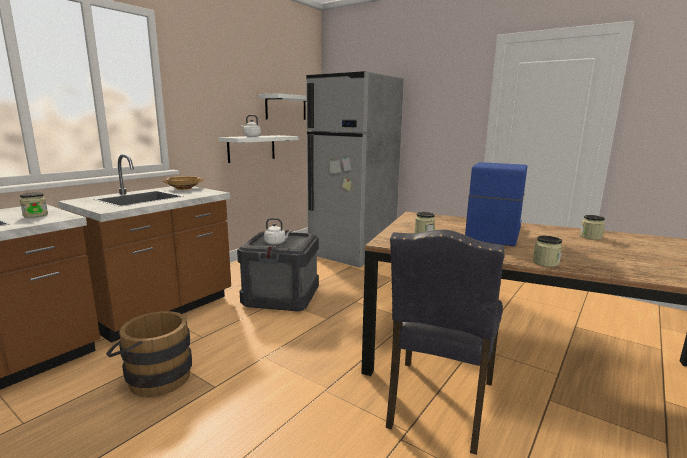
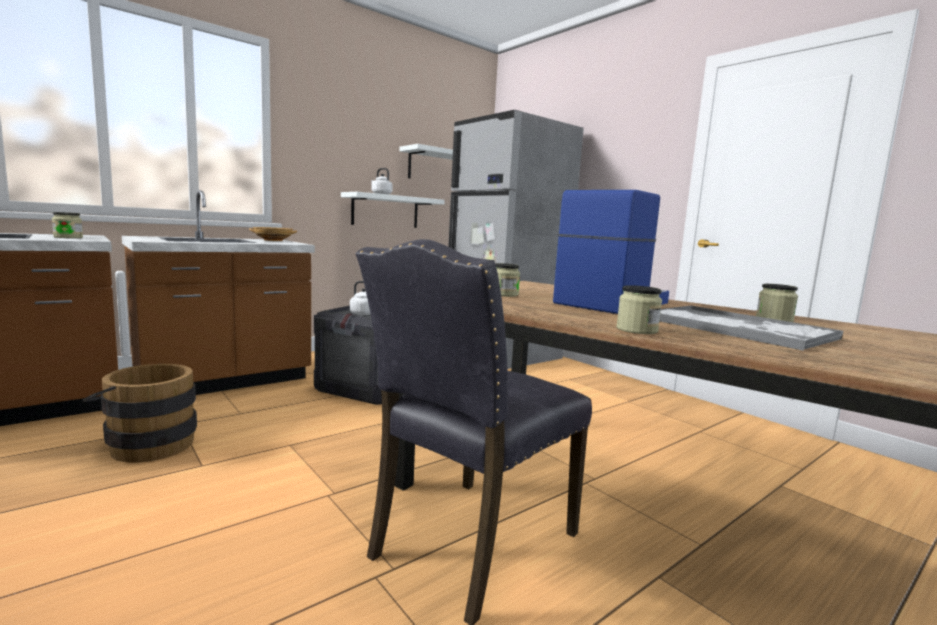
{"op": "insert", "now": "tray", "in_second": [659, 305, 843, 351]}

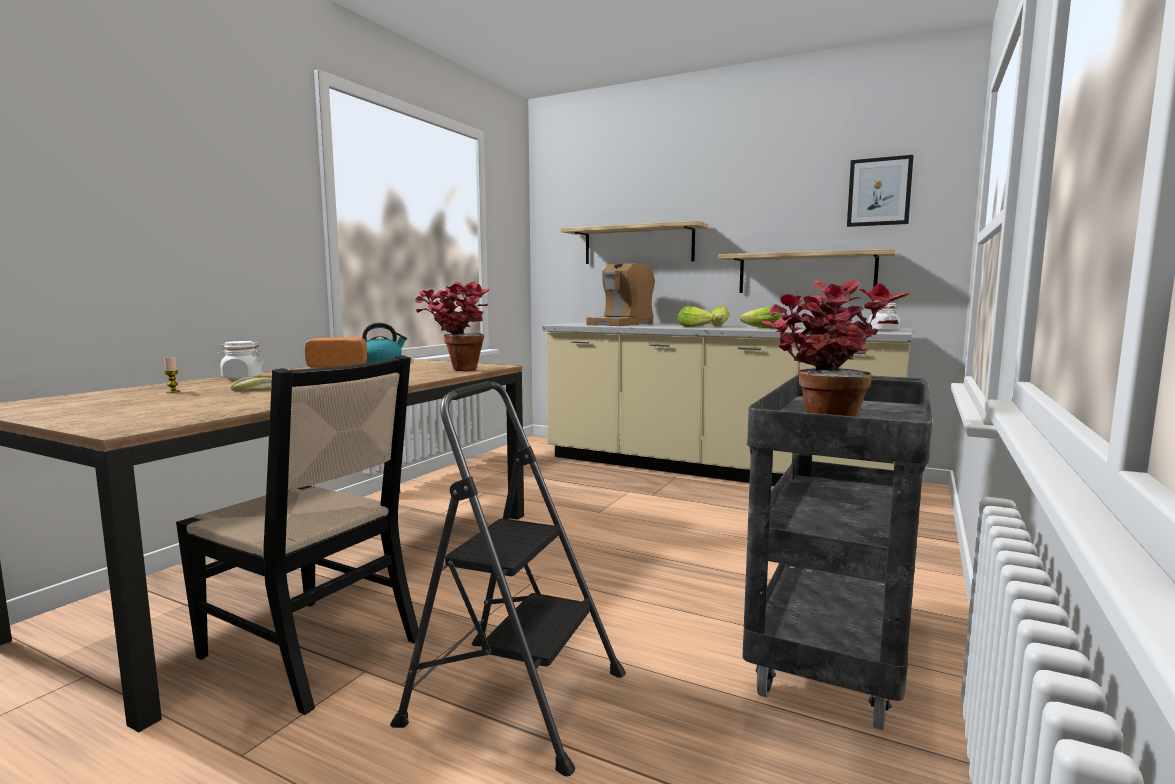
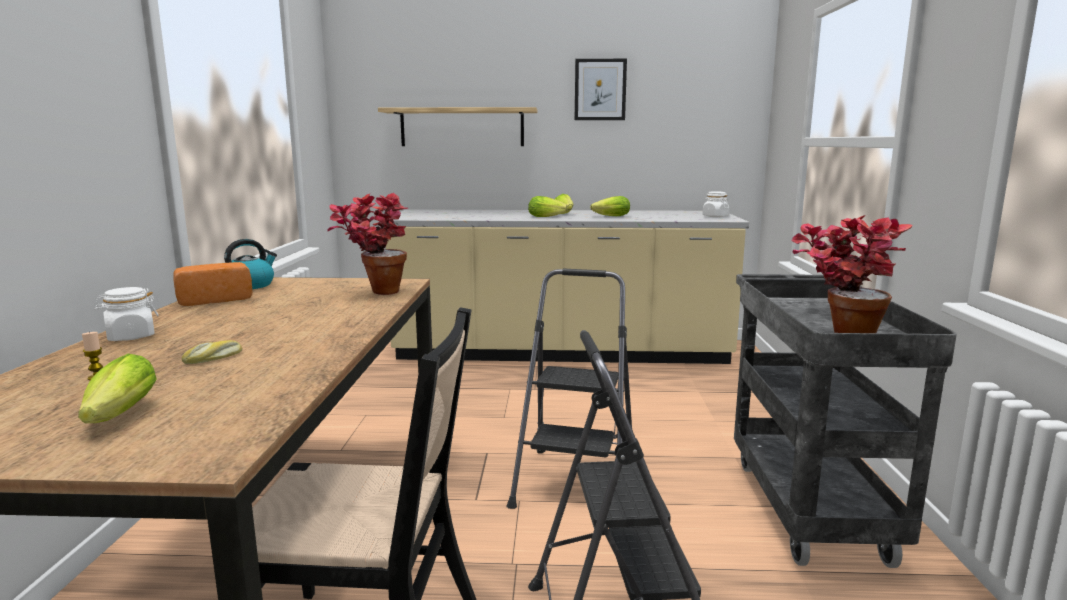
{"op": "move", "was": "picture", "in_first": [847, 155, 914, 227], "in_second": [575, 59, 627, 120]}
{"op": "delete", "was": "shelf", "in_first": [718, 249, 896, 293]}
{"op": "delete", "was": "coffee machine", "in_first": [586, 263, 655, 326]}
{"op": "insert", "now": "step ladder (black)", "in_second": [506, 268, 632, 509]}
{"op": "insert", "now": "lettuce", "in_second": [78, 354, 157, 423]}

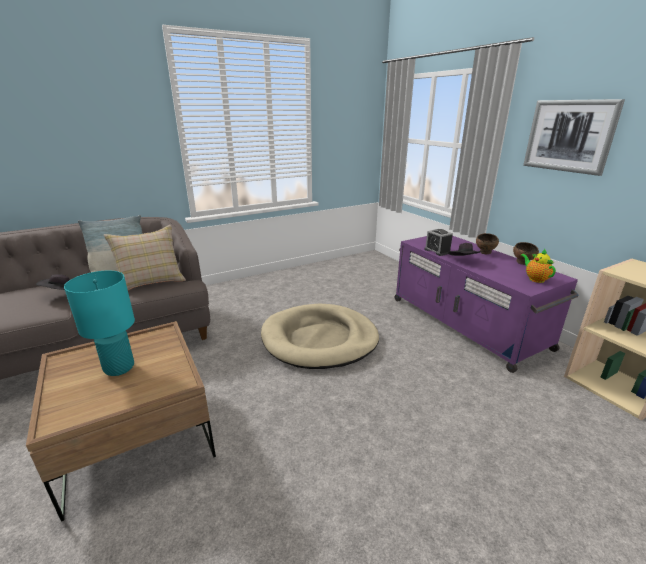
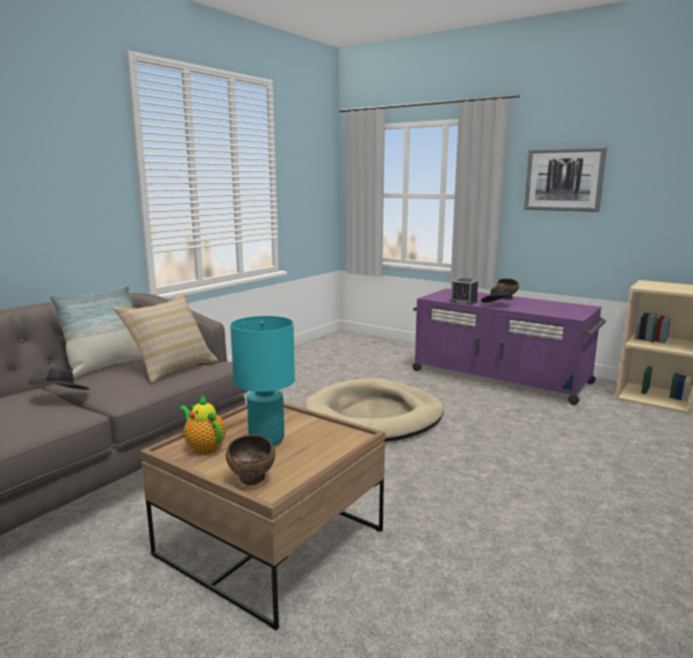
{"op": "move", "was": "bowl (brown)", "in_first": [513, 242, 539, 265], "in_second": [226, 435, 276, 485]}
{"op": "move", "was": "teapot", "in_first": [520, 248, 556, 283], "in_second": [179, 395, 226, 454]}

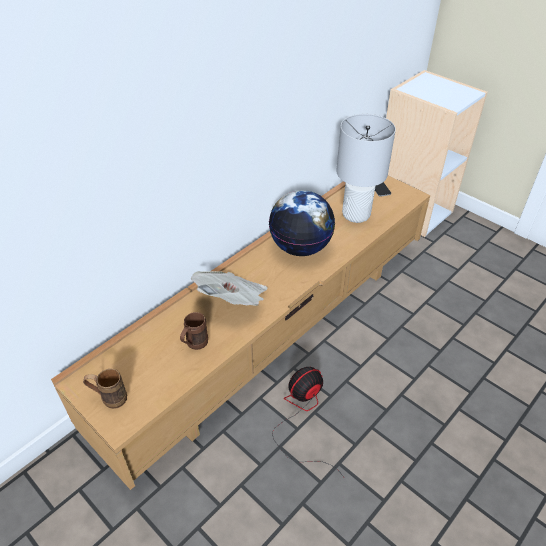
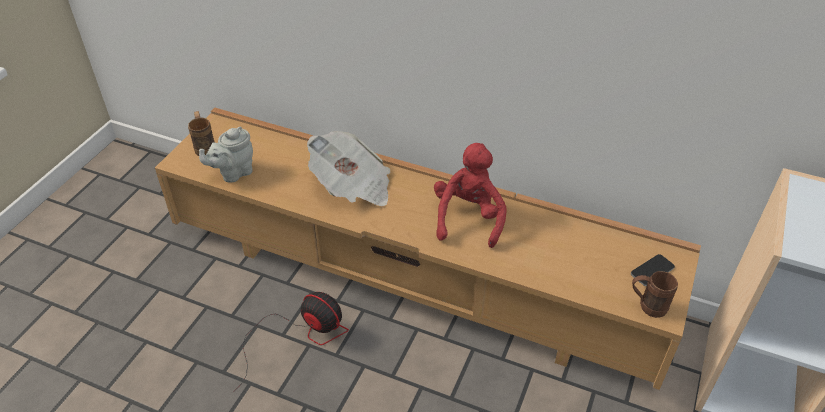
{"op": "delete", "was": "table lamp (grey)", "in_first": [336, 114, 396, 223]}
{"op": "replace", "was": "globe", "now": "plush toy (red)", "in_first": [269, 190, 335, 256], "in_second": [434, 143, 507, 248]}
{"op": "move", "was": "mug (brown)", "in_first": [180, 312, 208, 350], "in_second": [632, 271, 678, 318]}
{"op": "insert", "now": "teapot (grey)", "in_second": [199, 127, 253, 183]}

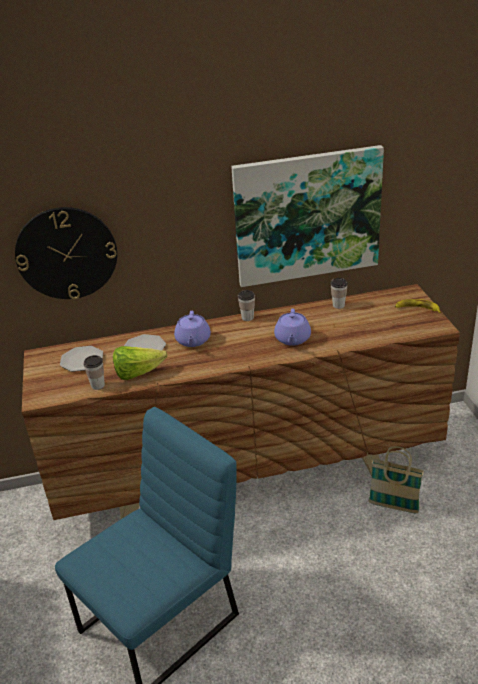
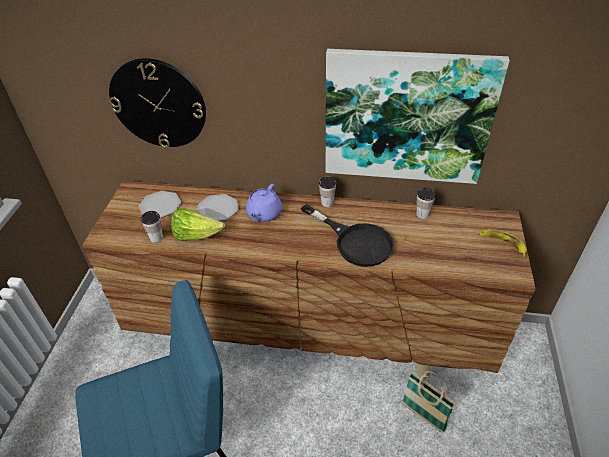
{"op": "replace", "was": "teapot (purple)", "now": "frying pan (black)", "in_first": [274, 309, 311, 346], "in_second": [301, 204, 394, 267]}

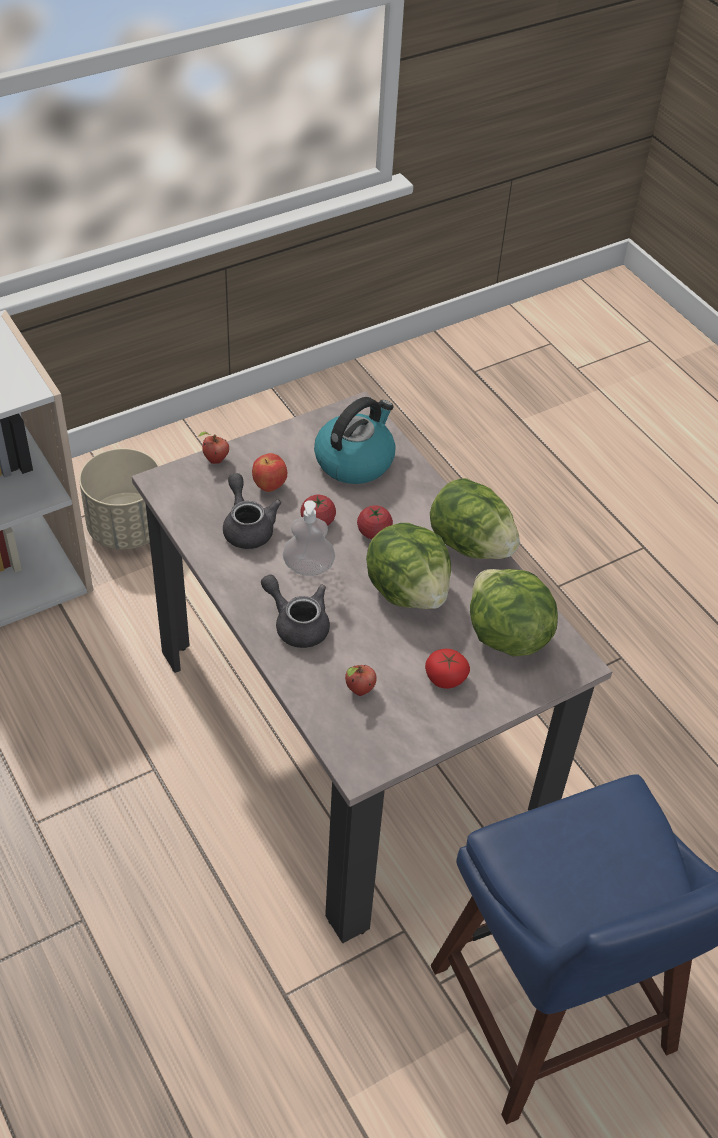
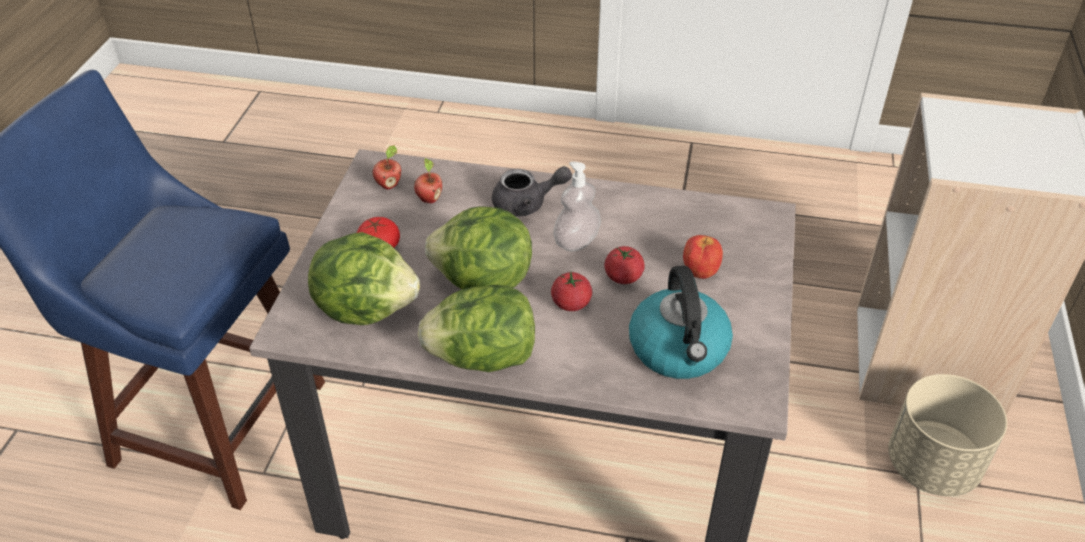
{"op": "move", "was": "apple", "in_first": [198, 432, 229, 464], "in_second": [373, 145, 401, 189]}
{"op": "delete", "was": "teapot (grey)", "in_first": [223, 473, 281, 549]}

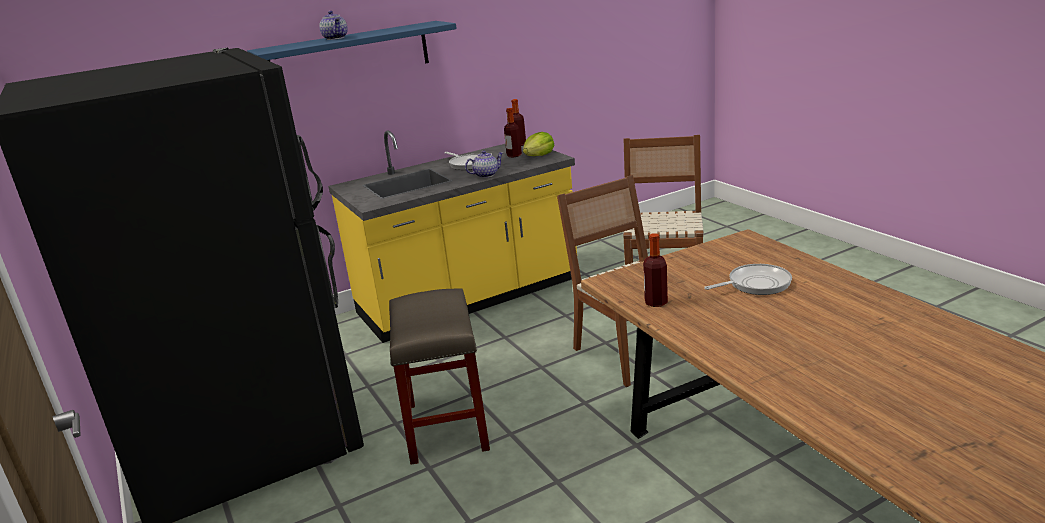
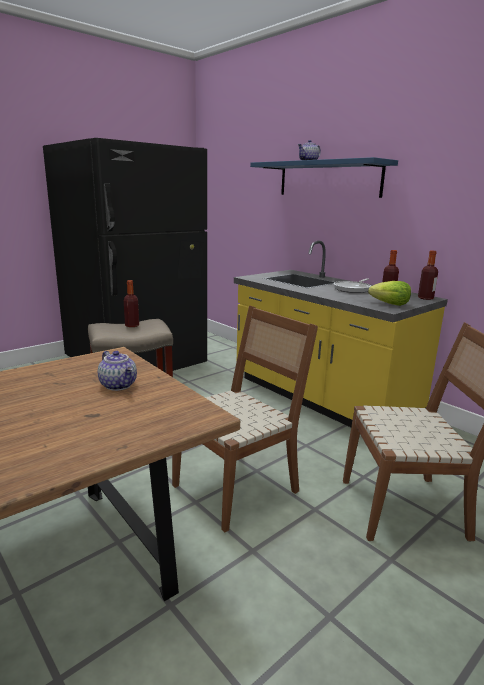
{"op": "move", "was": "teapot", "in_first": [465, 150, 503, 178], "in_second": [98, 351, 137, 391]}
{"op": "move", "was": "bottle", "in_first": [643, 233, 668, 307], "in_second": [124, 280, 139, 327]}
{"op": "delete", "was": "frying pan", "in_first": [704, 264, 792, 295]}

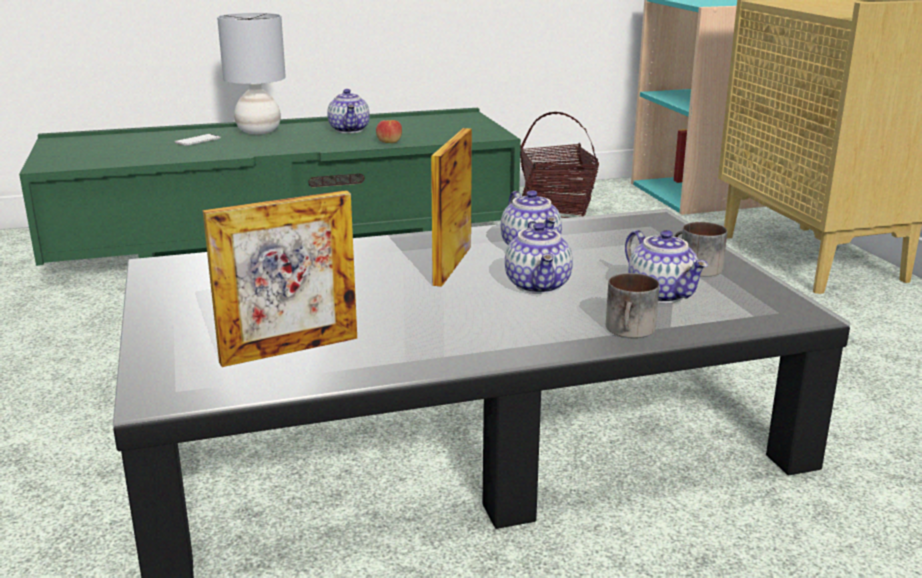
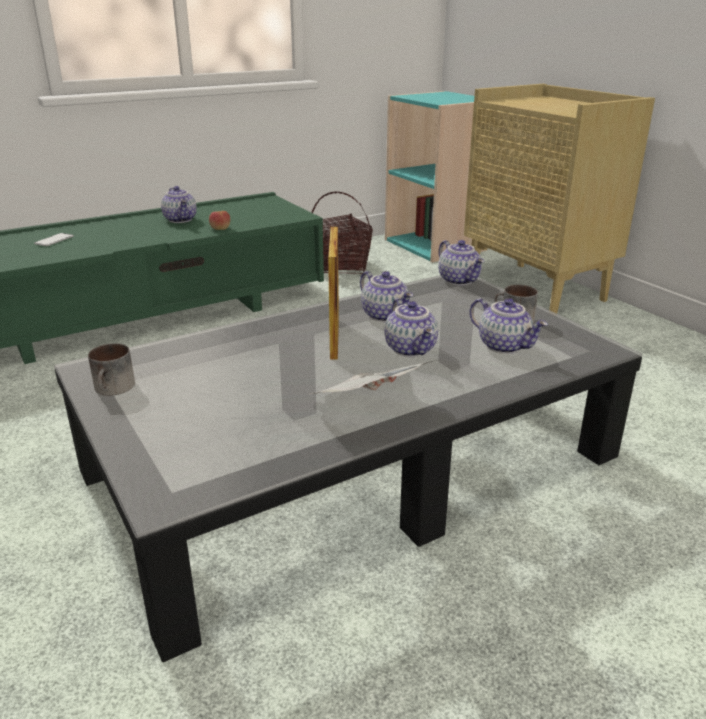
{"op": "delete", "was": "table lamp (grey)", "in_first": [217, 13, 286, 134]}
{"op": "delete", "was": "picture frame", "in_first": [203, 190, 357, 367]}
{"op": "move", "was": "mug", "in_first": [606, 273, 659, 338], "in_second": [88, 343, 135, 396]}
{"op": "insert", "now": "teapot", "in_second": [439, 240, 484, 286]}
{"op": "insert", "now": "newspaper", "in_second": [310, 360, 437, 395]}

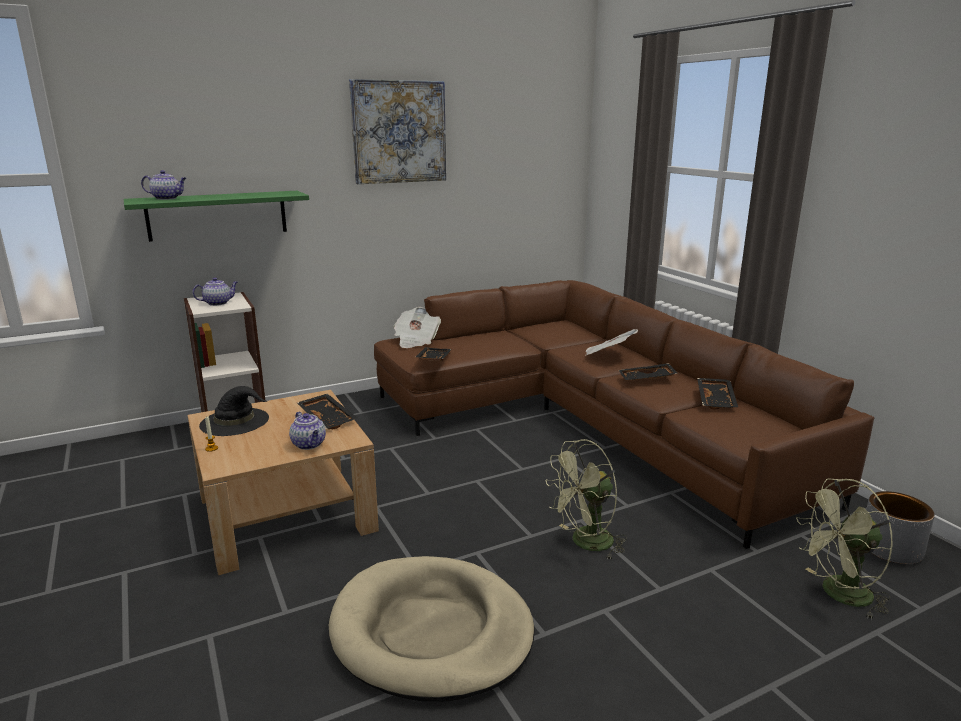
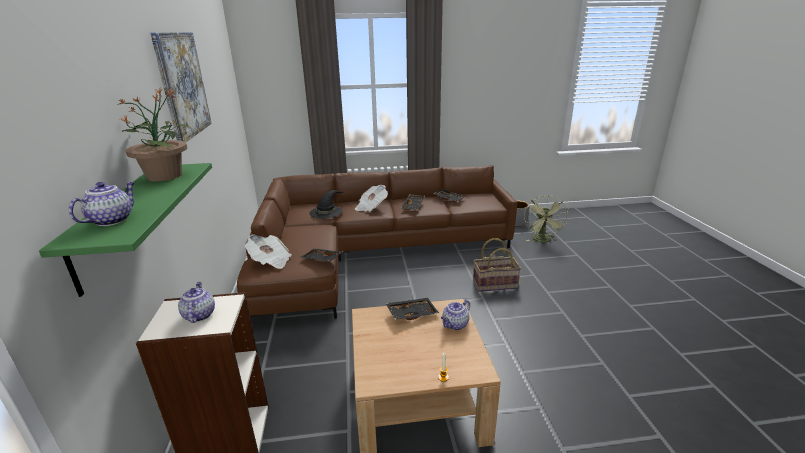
{"op": "move", "was": "hat (black)", "in_first": [199, 386, 269, 436], "in_second": [309, 190, 343, 219]}
{"op": "rotate", "was": "teapot", "in_first": [289, 412, 326, 450], "in_second": [441, 300, 470, 330], "clockwise": 150}
{"op": "replace", "was": "fan (green)", "now": "basket", "in_first": [545, 439, 627, 561], "in_second": [473, 238, 521, 292]}
{"op": "delete", "was": "dog bed (beige)", "in_first": [329, 556, 534, 702]}
{"op": "insert", "now": "potted plant", "in_second": [117, 88, 192, 182]}

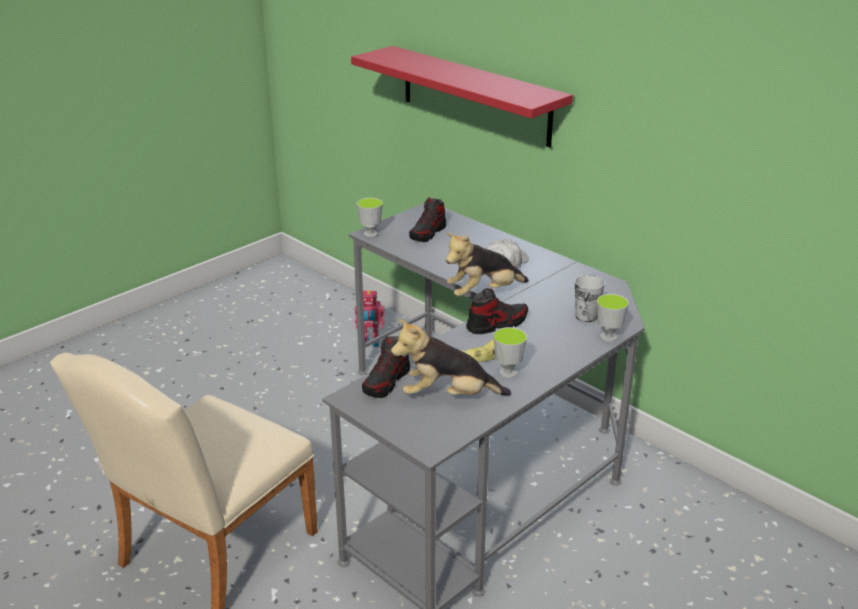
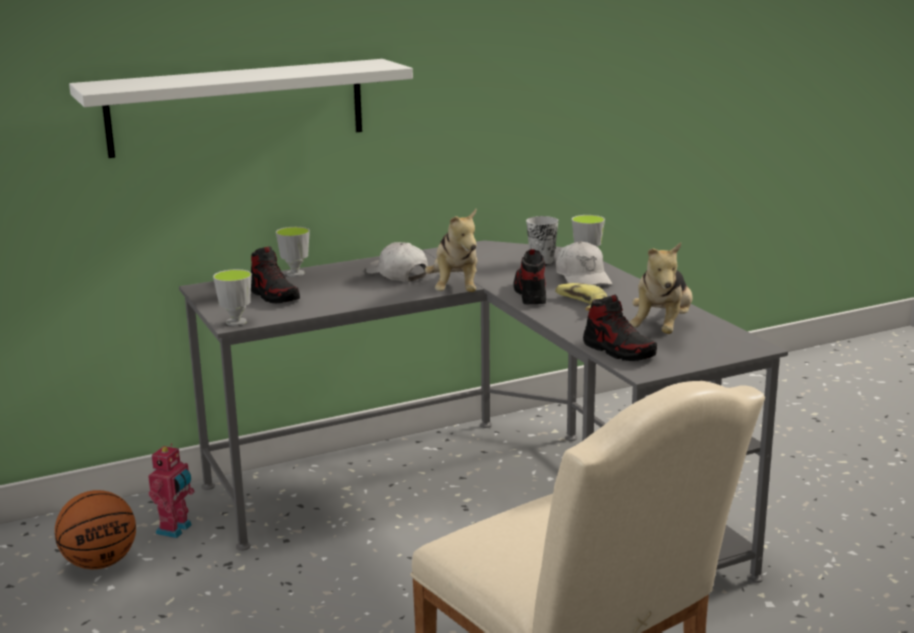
{"op": "recolor", "was": "shelf (red)", "now": "shelf (white)", "in_first": [351, 46, 573, 147], "in_second": [69, 59, 413, 158]}
{"op": "move", "was": "cup", "in_first": [493, 327, 527, 378], "in_second": [276, 227, 310, 277]}
{"op": "insert", "now": "cap (white)", "in_second": [556, 241, 612, 285]}
{"op": "insert", "now": "basketball", "in_second": [55, 490, 136, 569]}

